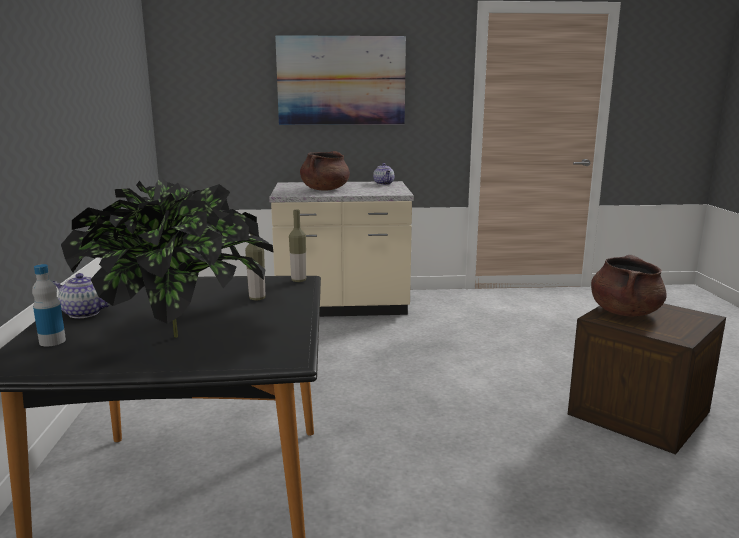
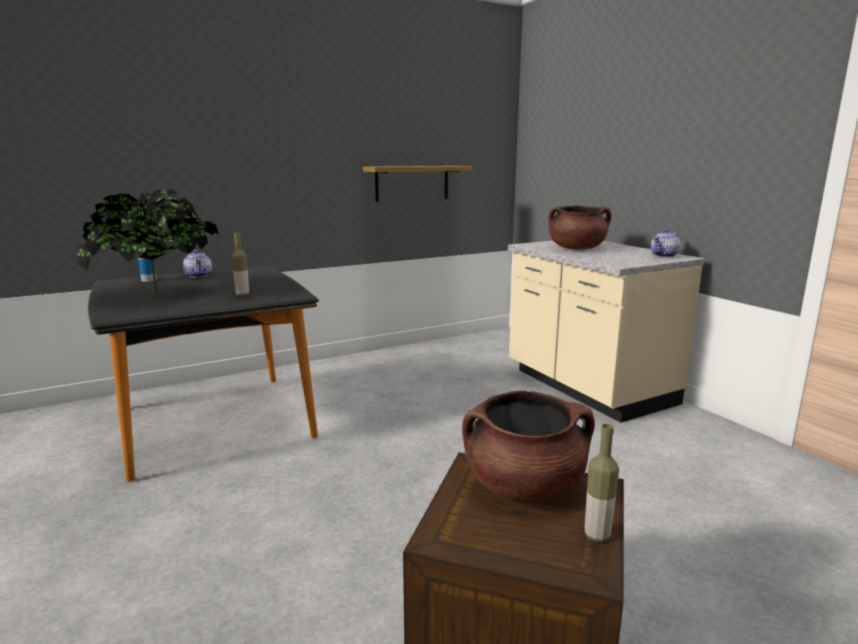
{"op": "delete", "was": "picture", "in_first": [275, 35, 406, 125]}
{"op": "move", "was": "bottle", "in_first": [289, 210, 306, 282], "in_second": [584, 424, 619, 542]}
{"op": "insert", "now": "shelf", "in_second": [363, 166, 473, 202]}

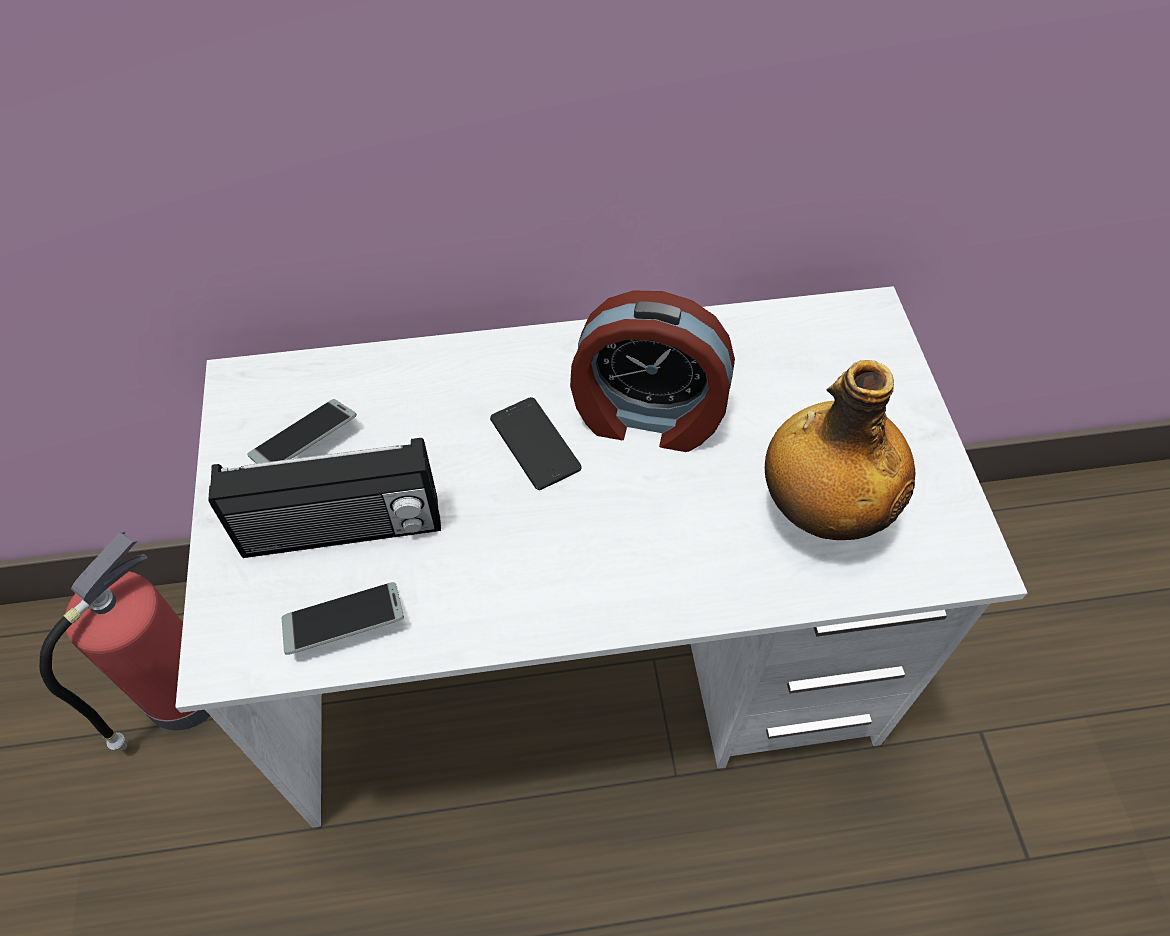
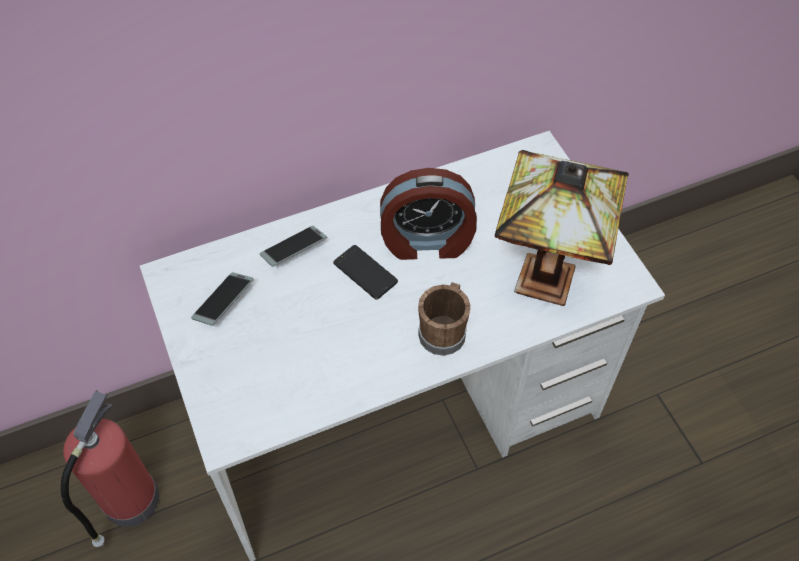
{"op": "replace", "was": "bottle", "now": "table lamp", "in_first": [765, 360, 915, 540], "in_second": [495, 150, 629, 306]}
{"op": "delete", "was": "radio", "in_first": [208, 438, 441, 558]}
{"op": "move", "was": "phone", "in_first": [282, 582, 404, 655], "in_second": [260, 226, 327, 267]}
{"op": "insert", "now": "mug (brown)", "in_second": [418, 282, 471, 356]}

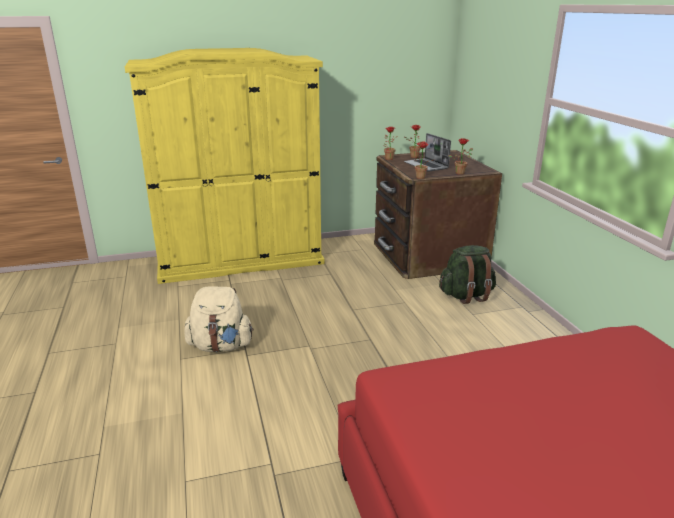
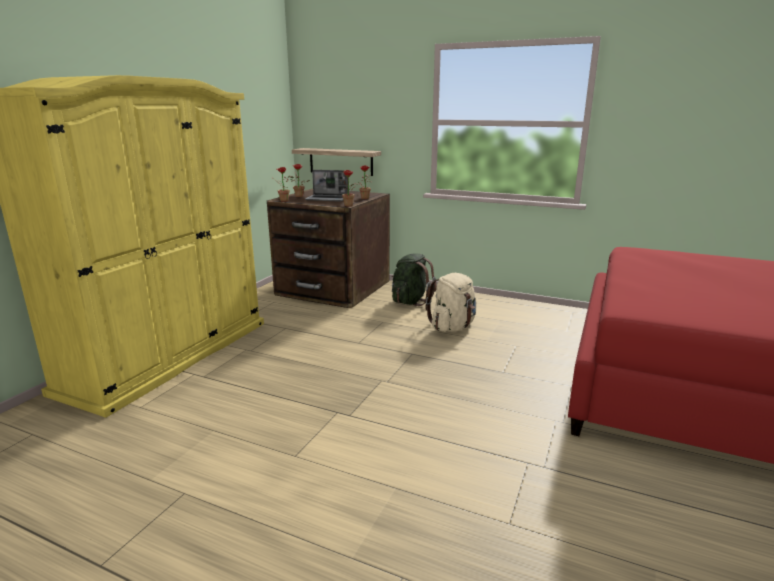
{"op": "move", "was": "backpack (beige)", "in_first": [184, 286, 254, 352], "in_second": [426, 273, 476, 332]}
{"op": "insert", "now": "shelf", "in_second": [292, 148, 381, 176]}

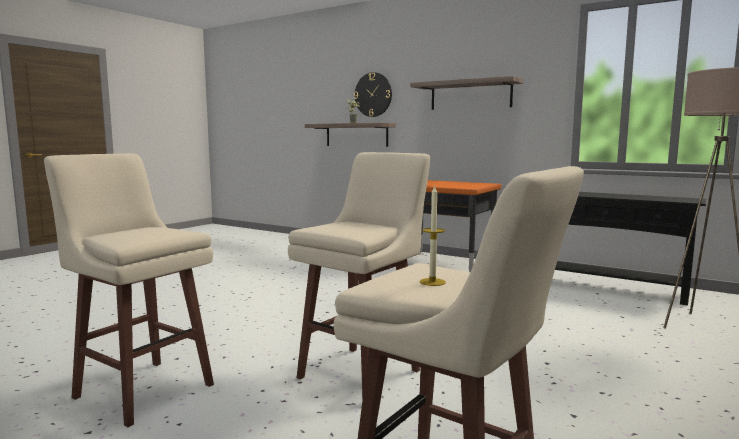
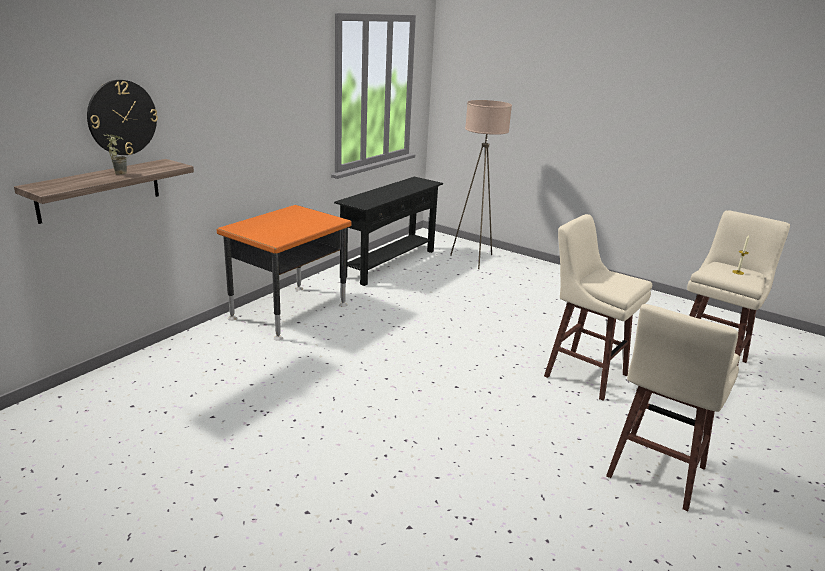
{"op": "delete", "was": "shelf", "in_first": [410, 76, 523, 110]}

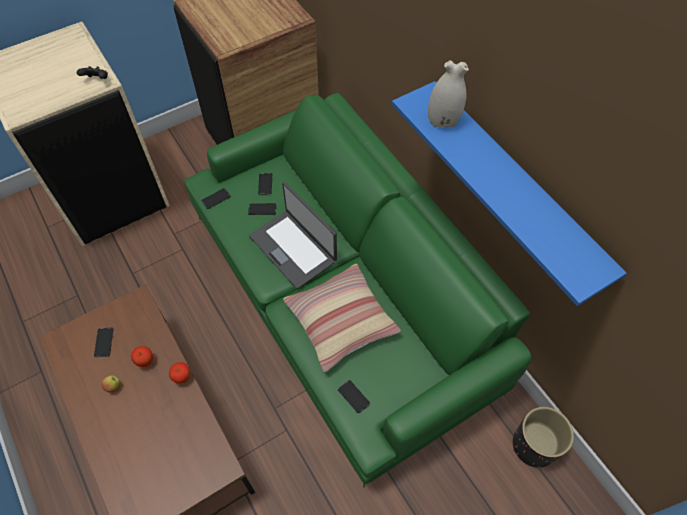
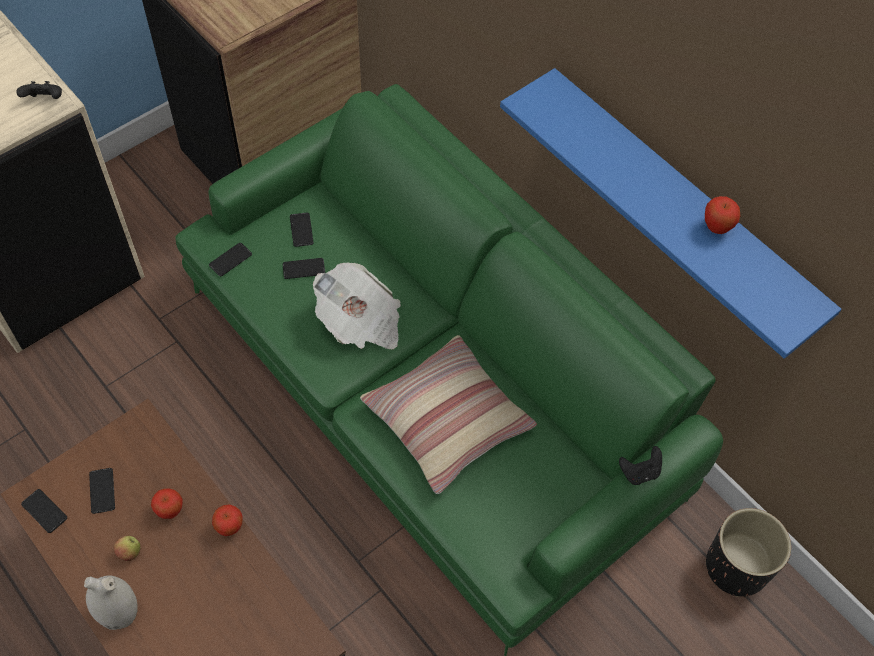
{"op": "move", "was": "vase (white)", "in_first": [428, 60, 469, 127], "in_second": [84, 575, 138, 630]}
{"op": "replace", "was": "laptop", "now": "newspaper", "in_first": [249, 182, 337, 289], "in_second": [313, 263, 401, 349]}
{"op": "move", "was": "phone", "in_first": [338, 380, 370, 413], "in_second": [21, 489, 67, 533]}
{"op": "insert", "now": "apple", "in_second": [705, 196, 740, 234]}
{"op": "insert", "now": "game controller (black)", "in_second": [619, 446, 662, 485]}

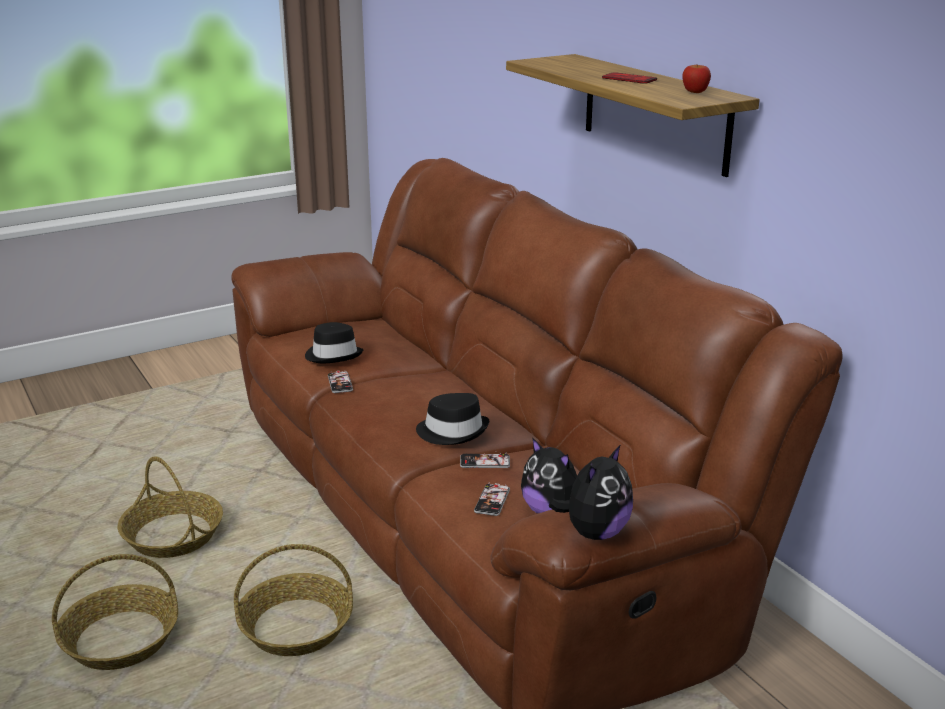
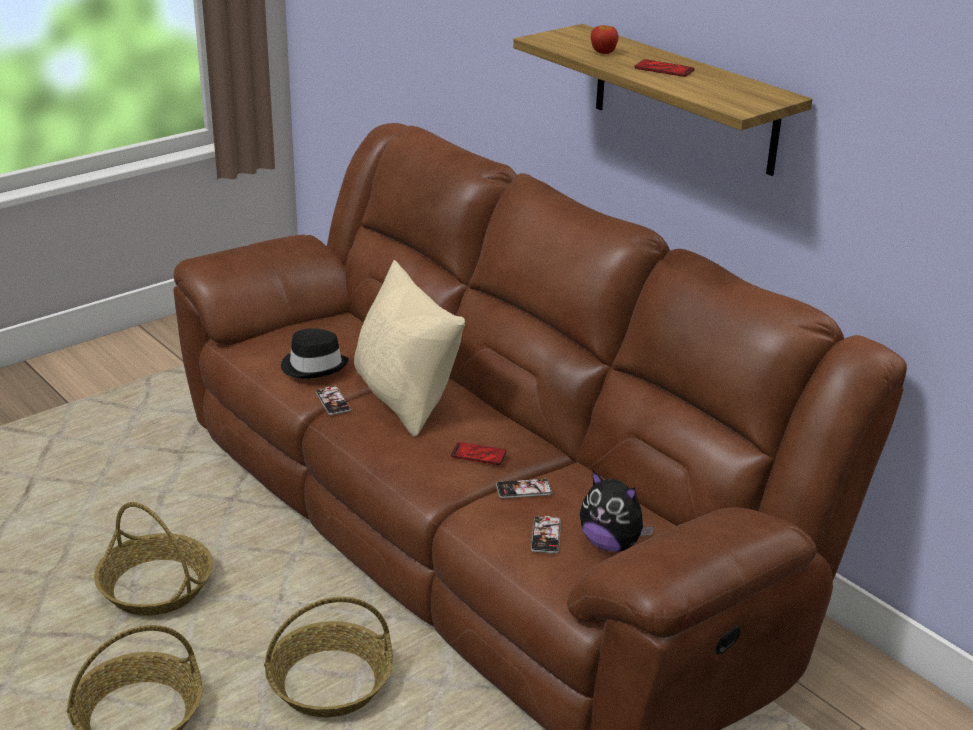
{"op": "move", "was": "apple", "in_first": [682, 65, 711, 93], "in_second": [591, 25, 619, 54]}
{"op": "replace", "was": "hat (black)", "now": "phone", "in_first": [416, 393, 489, 445], "in_second": [451, 442, 506, 465]}
{"op": "delete", "was": "plush toy", "in_first": [549, 444, 633, 540]}
{"op": "insert", "now": "pillow (beige)", "in_second": [354, 260, 465, 437]}

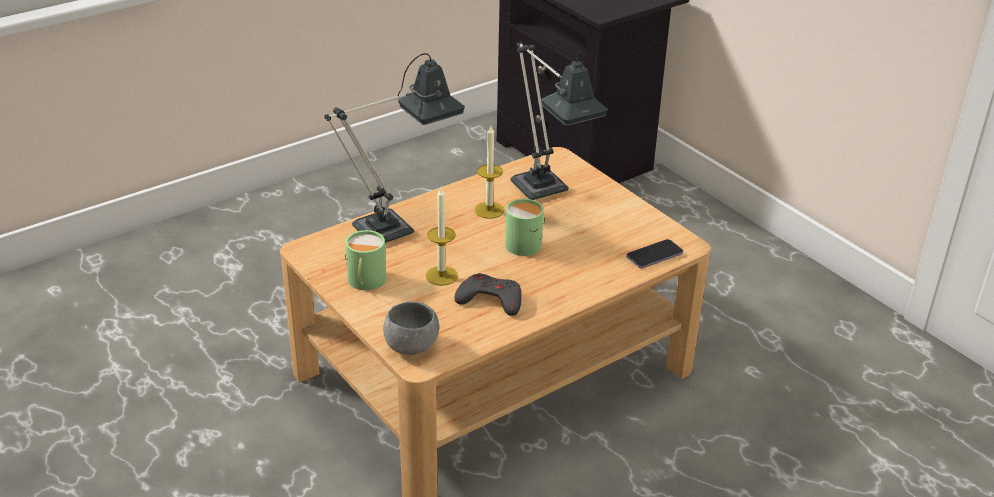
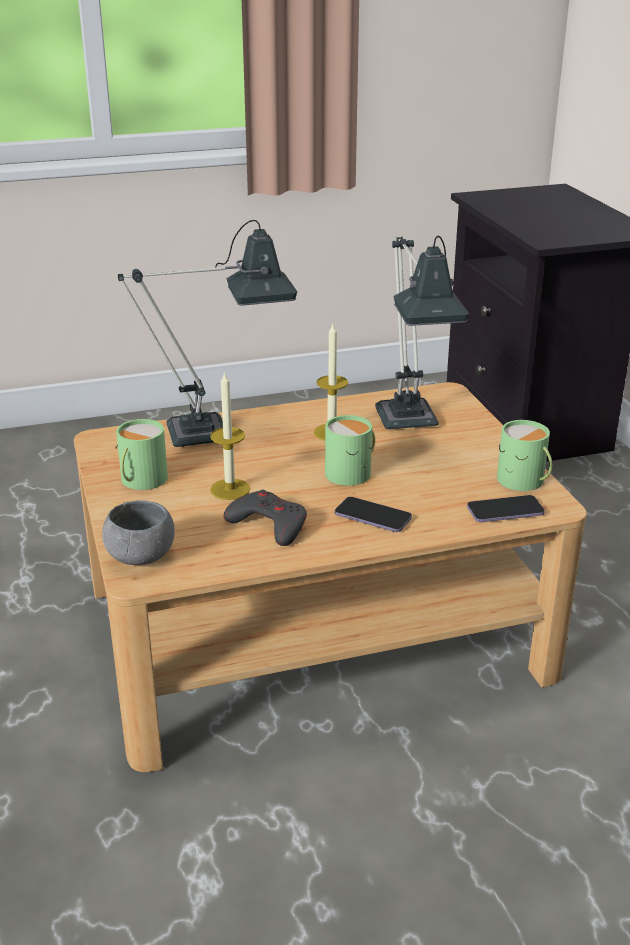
{"op": "insert", "now": "mug (green)", "in_second": [497, 420, 552, 491]}
{"op": "insert", "now": "phone", "in_second": [335, 497, 412, 532]}

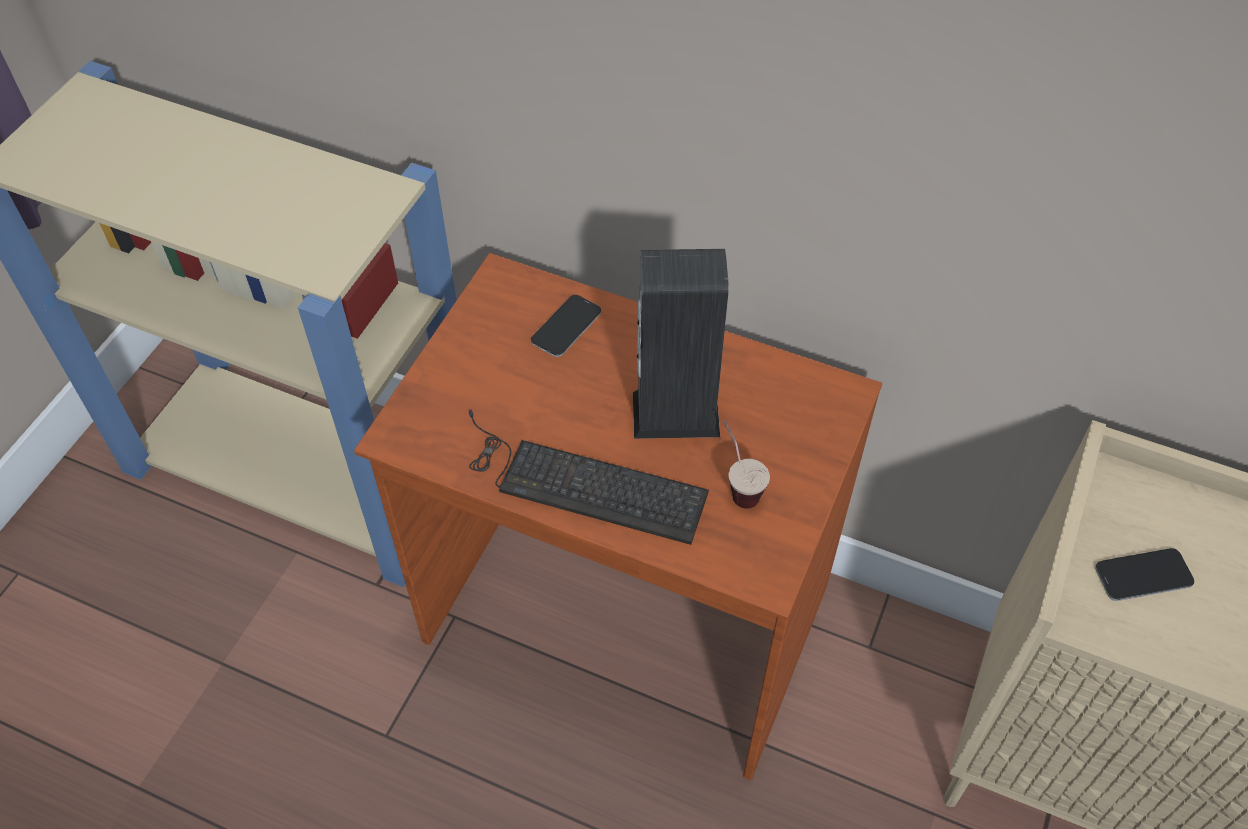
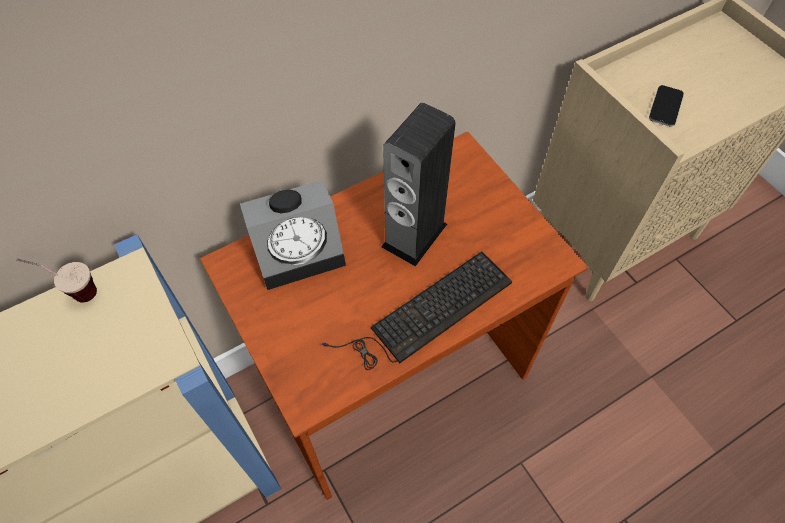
{"op": "replace", "was": "phone", "now": "alarm clock", "in_first": [531, 295, 602, 357], "in_second": [240, 180, 346, 290]}
{"op": "move", "was": "cup", "in_first": [723, 420, 770, 508], "in_second": [16, 259, 97, 303]}

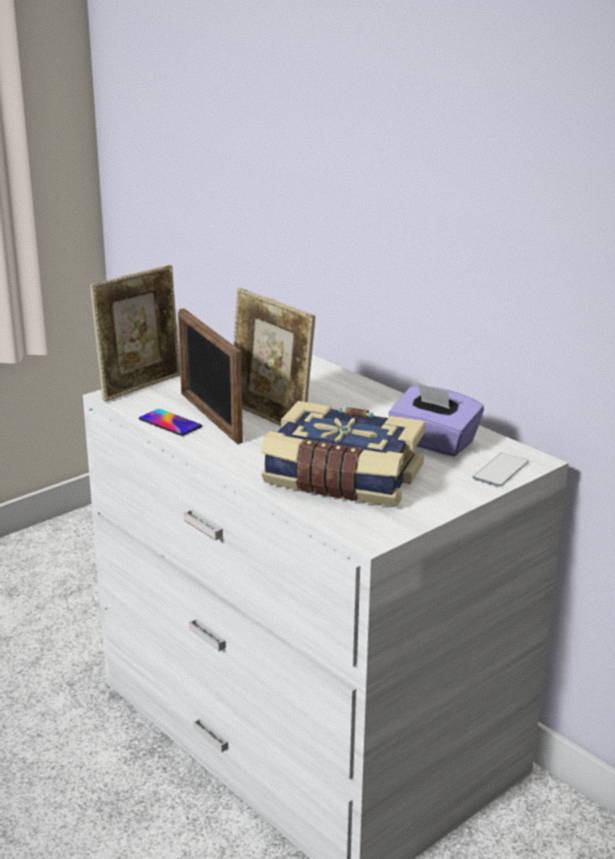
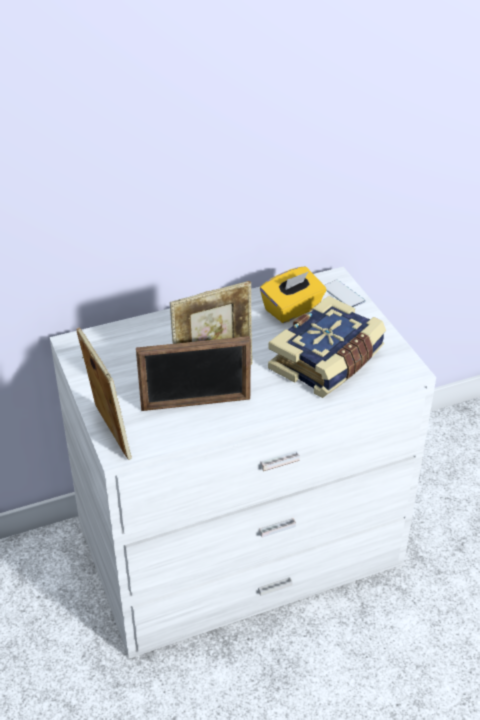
{"op": "recolor", "was": "tissue box (purple)", "now": "tissue box (yellow)", "in_first": [389, 382, 484, 457], "in_second": [260, 267, 327, 323]}
{"op": "delete", "was": "phone", "in_first": [139, 409, 202, 436]}

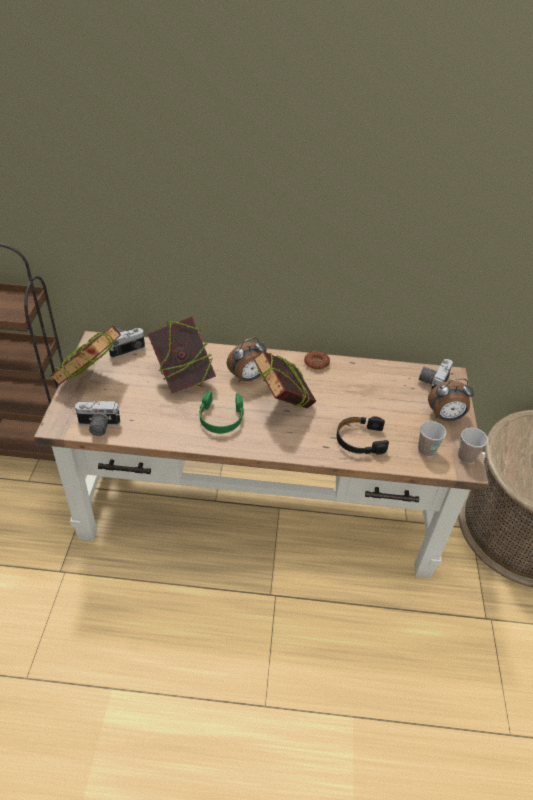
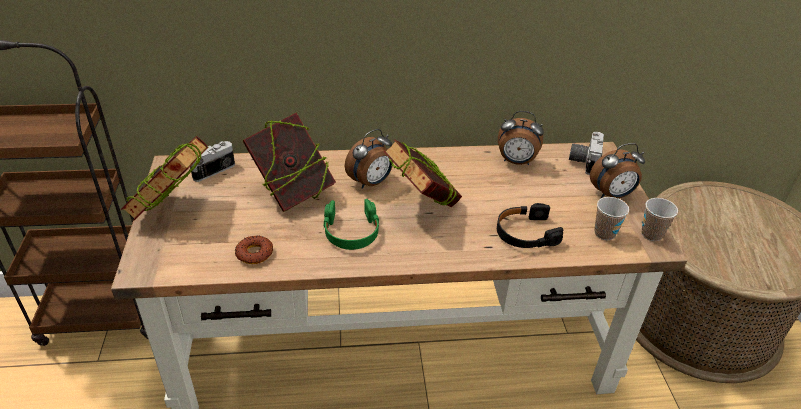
{"op": "move", "was": "donut", "in_first": [304, 351, 330, 370], "in_second": [235, 235, 273, 264]}
{"op": "delete", "was": "photo camera", "in_first": [74, 401, 120, 436]}
{"op": "insert", "now": "alarm clock", "in_second": [498, 111, 544, 165]}

